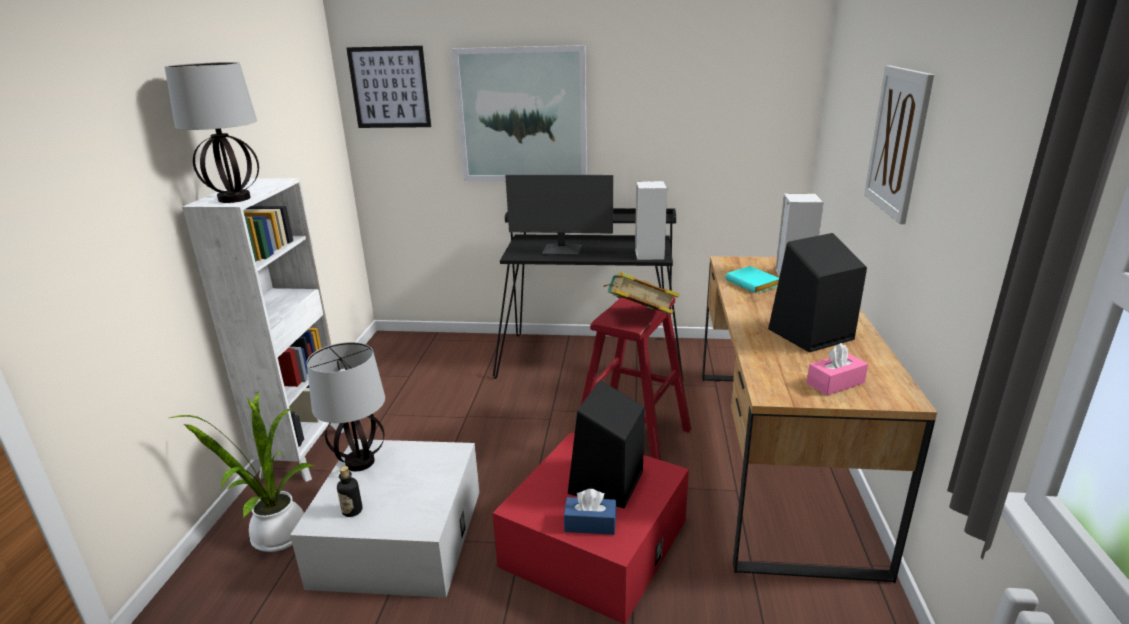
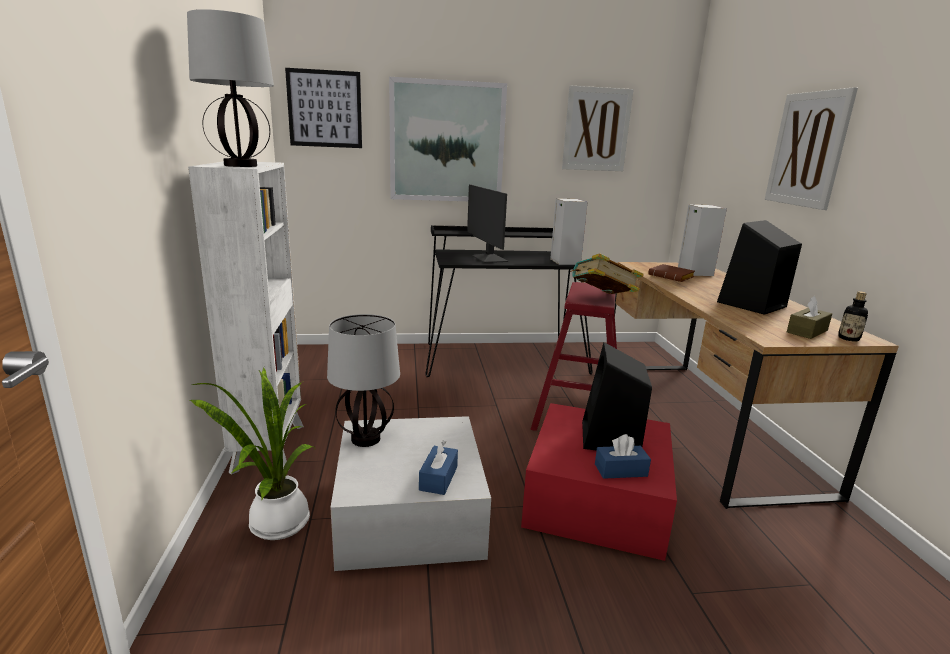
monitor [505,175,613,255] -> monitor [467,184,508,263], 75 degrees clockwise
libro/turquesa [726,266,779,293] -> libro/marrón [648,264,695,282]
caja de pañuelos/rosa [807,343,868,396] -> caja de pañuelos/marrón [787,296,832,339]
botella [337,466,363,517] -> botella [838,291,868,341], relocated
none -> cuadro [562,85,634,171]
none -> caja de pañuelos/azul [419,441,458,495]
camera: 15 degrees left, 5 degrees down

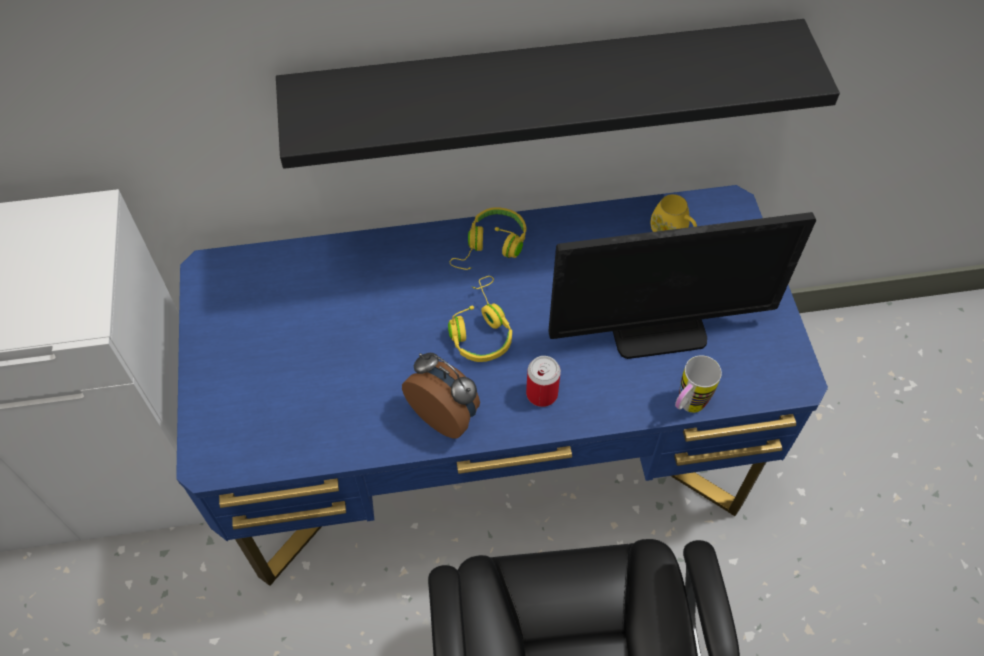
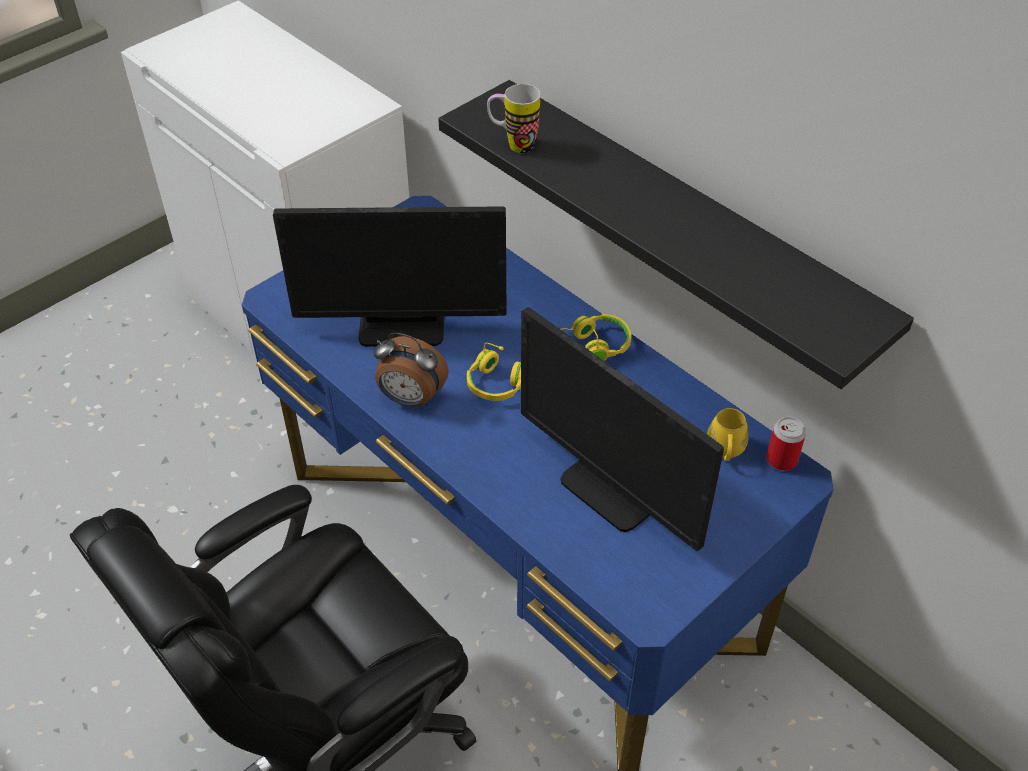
despertador [402,353,480,438] -> despertador [374,332,449,407], 105 degrees clockwise
taza grande [675,355,722,413] -> taza grande [487,84,540,153], relocated
lata [526,356,561,407] -> lata [767,416,806,471], relocated
none -> monitor [273,206,507,347]
camera: 55 degrees right, 10 degrees down

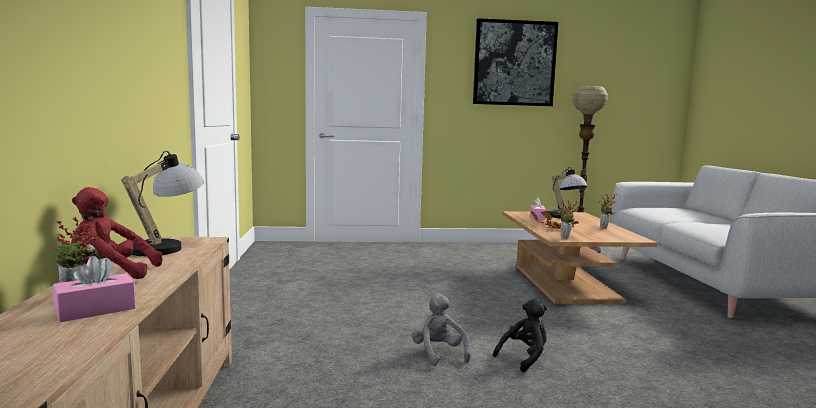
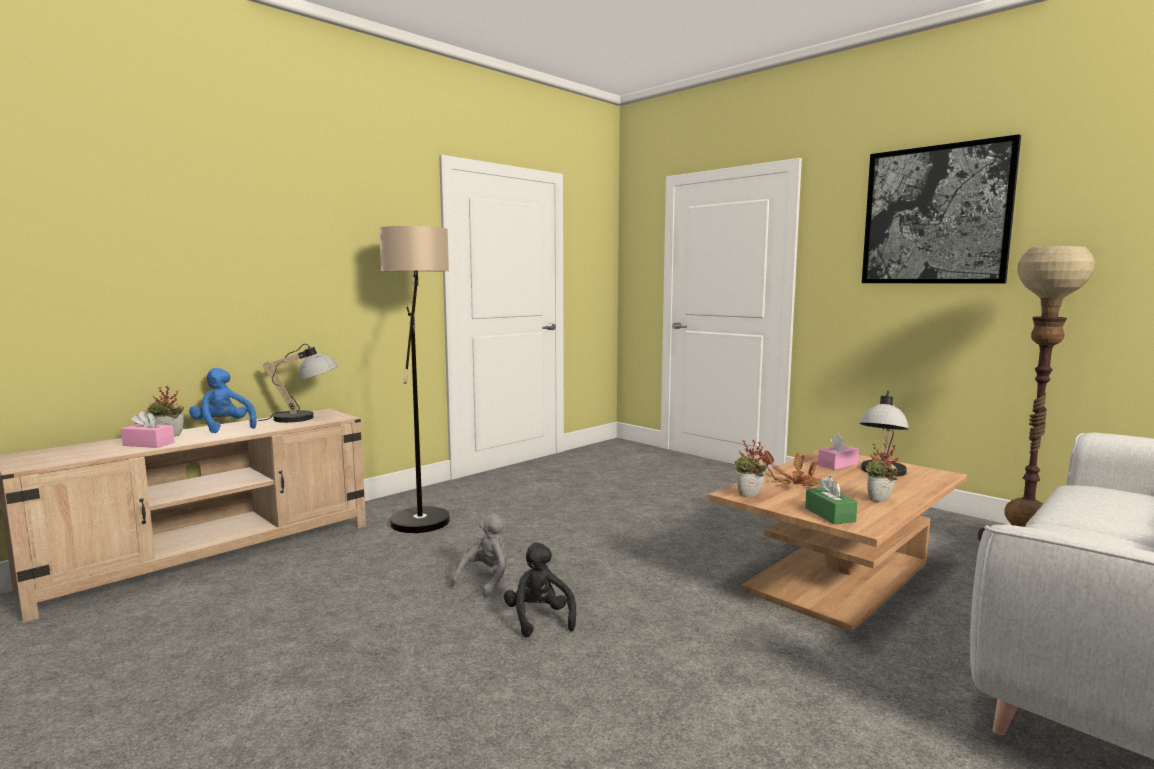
peluche/rojo [71,187,163,279] -> peluche/azul [189,368,257,433]
peluche/negro [493,299,547,372] -> peluche/negro [504,542,576,637], 120 degrees counterclockwise
none -> lámpara de pie [379,226,450,533]
none -> caja de pañuelos/verde [805,476,857,524]
camera: 50 degrees right, 0 degrees up

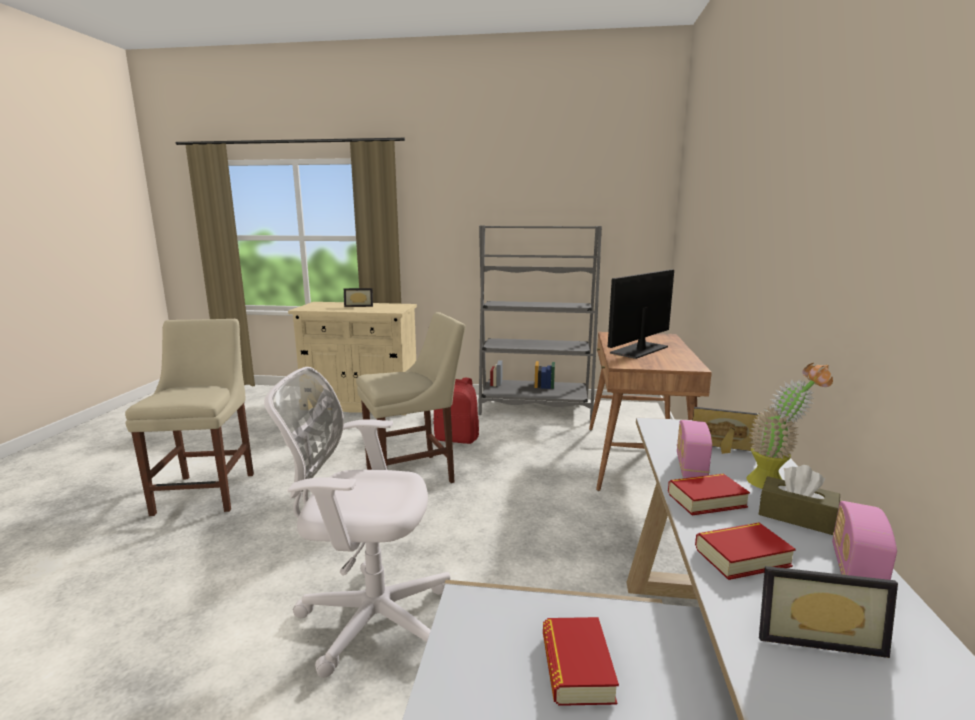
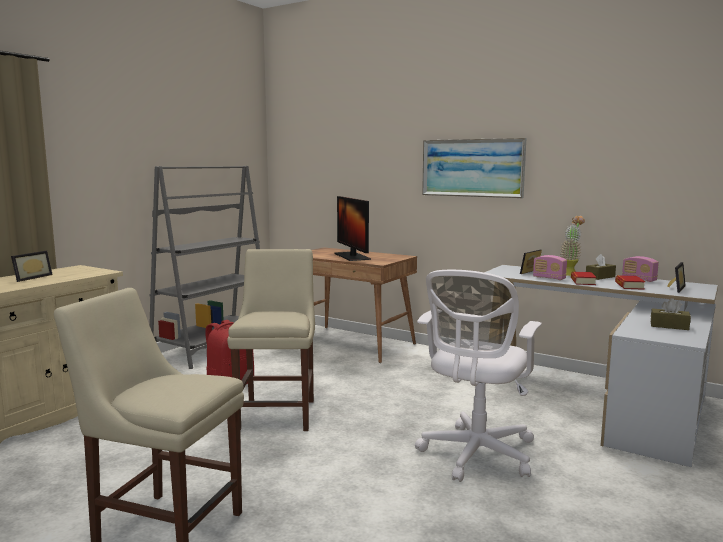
libro [543,617,619,706] -> caja de pañuelos/marrón [651,298,691,330]
none -> cuadro [422,138,526,198]
camera: 65 degrees left, 5 degrees down

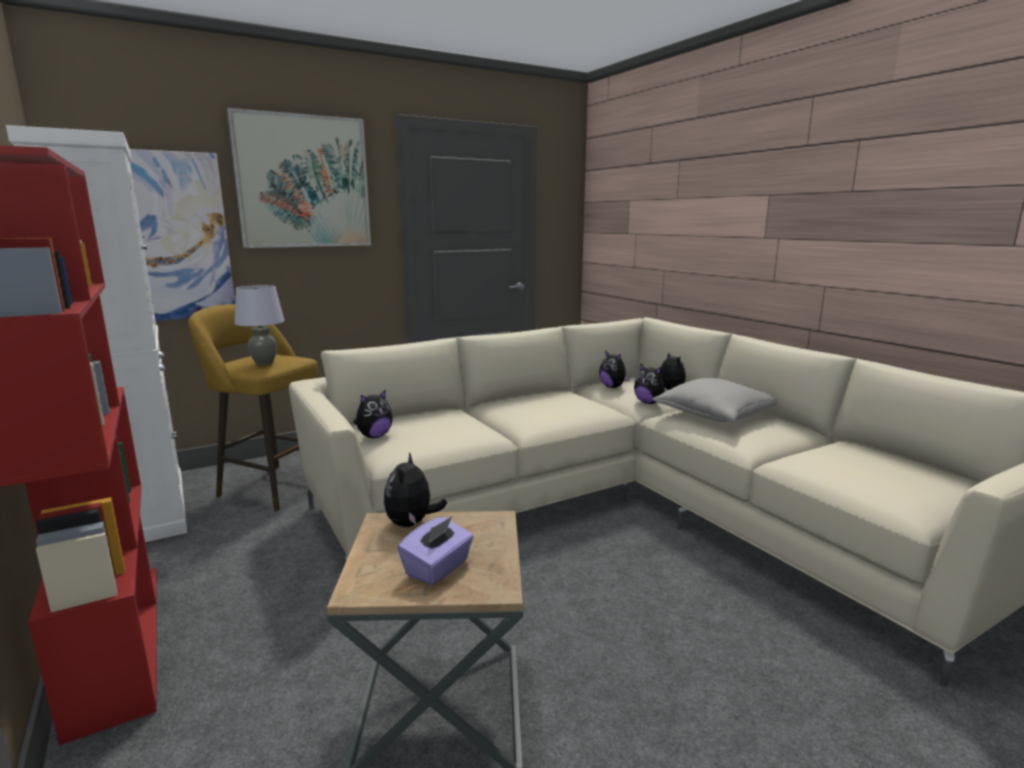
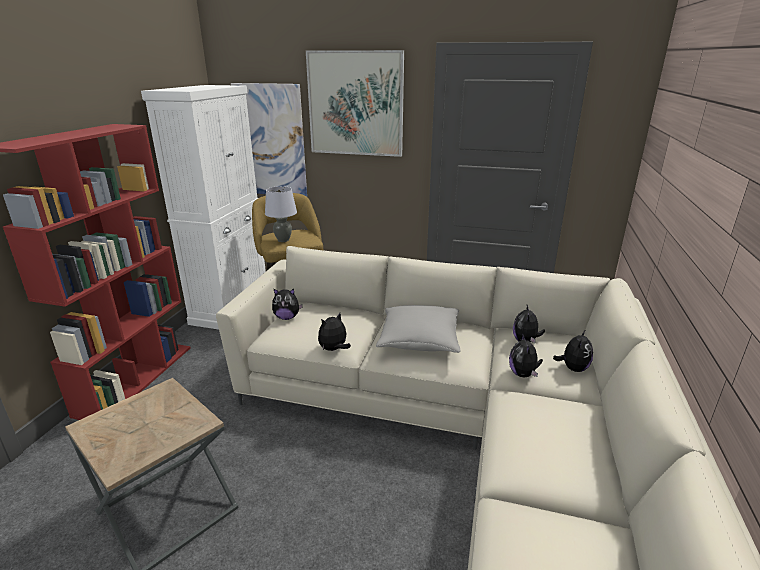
cojín/gris [652,378,778,422] -> cojín/gris [376,305,460,353], relocated
peluche [384,452,447,527] -> peluche [318,313,351,351], relocated
caja de pañuelos/morado [398,517,474,585] -> none
camera: 45 degrees right, 10 degrees up

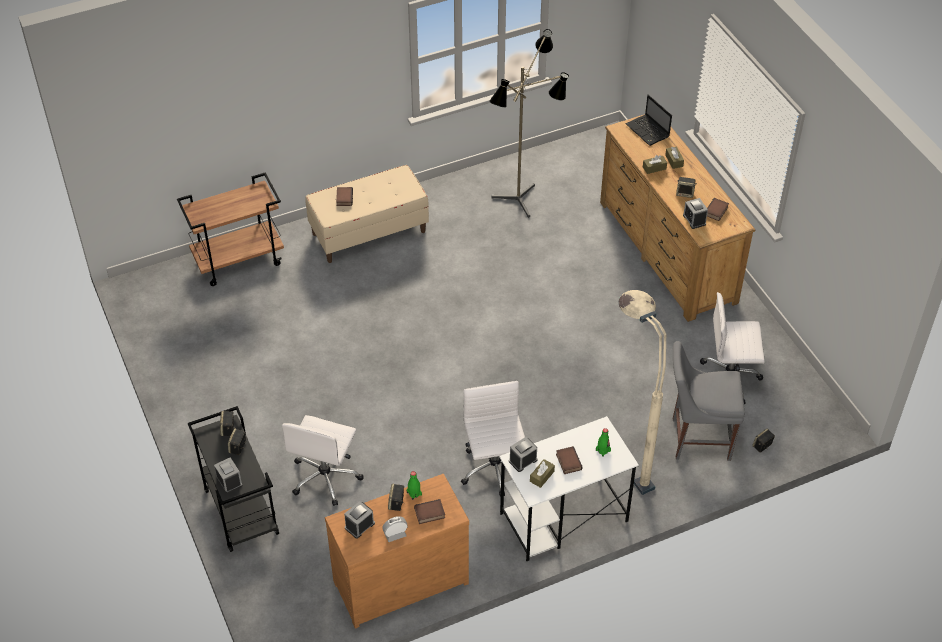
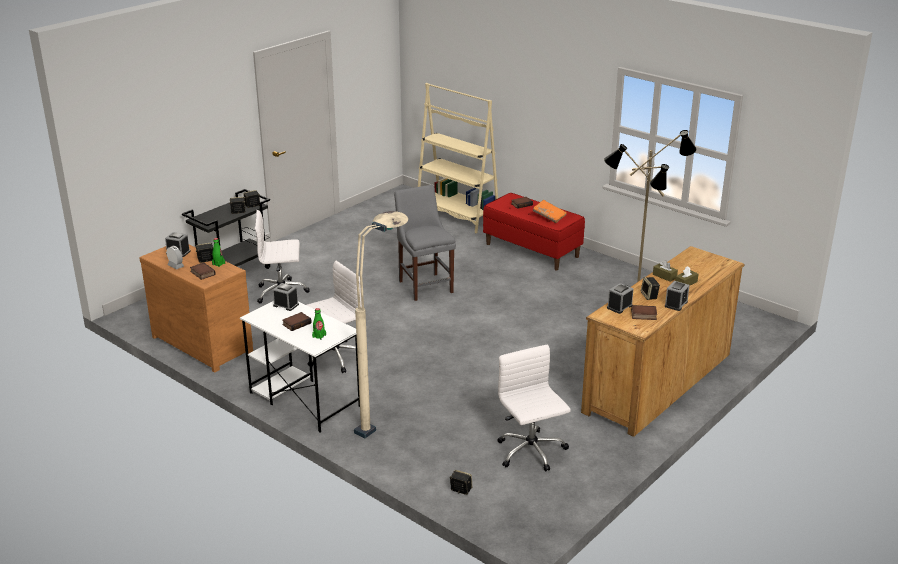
portátil [625,95,672,146] -> none
banco/beis [305,165,429,263] -> banco/rojo [483,193,585,270]
carrito/marrón [177,172,284,286] -> estantería/beis [418,83,498,233]
silla/gris [673,341,745,461] -> silla/gris [394,185,456,301], relocated
despertador [214,458,242,493] -> despertador [665,281,690,311], relocated
caja de pañuelos/marrón [530,459,555,488] -> none
none -> libro/naranja [533,200,567,223]
camera: 65 degrees right, 20 degrees down

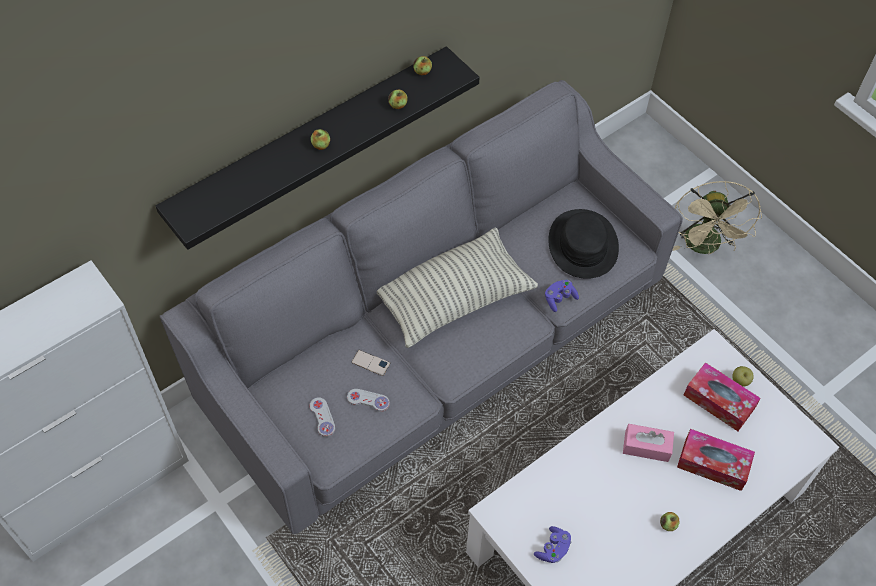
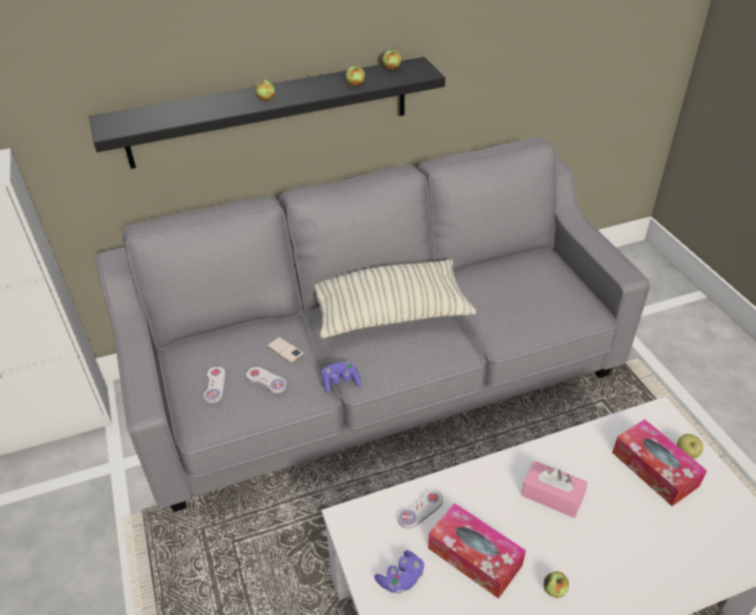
ventilador/beis [673,181,762,255] -> none
sombrero/negro [548,209,619,279] -> none
mando de consola/morado [545,280,579,312] -> mando de consola/morado [322,362,361,394], relocated
caja de pañuelos [677,429,755,491] -> caja de pañuelos [428,503,526,599], relocated
none -> mando de consola/blanco [398,489,443,529]
camera: 20 degrees right, 15 degrees down

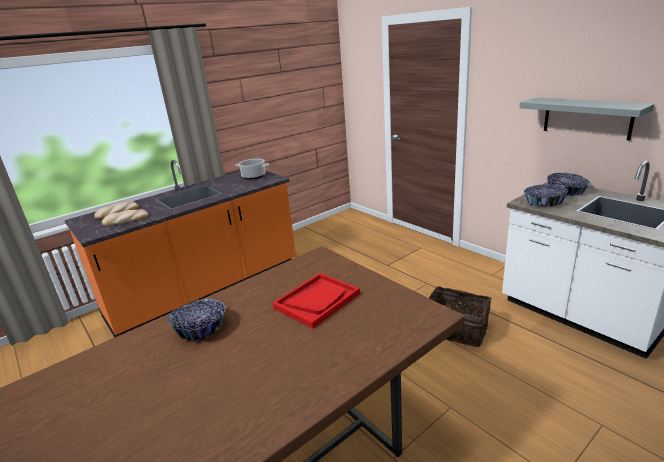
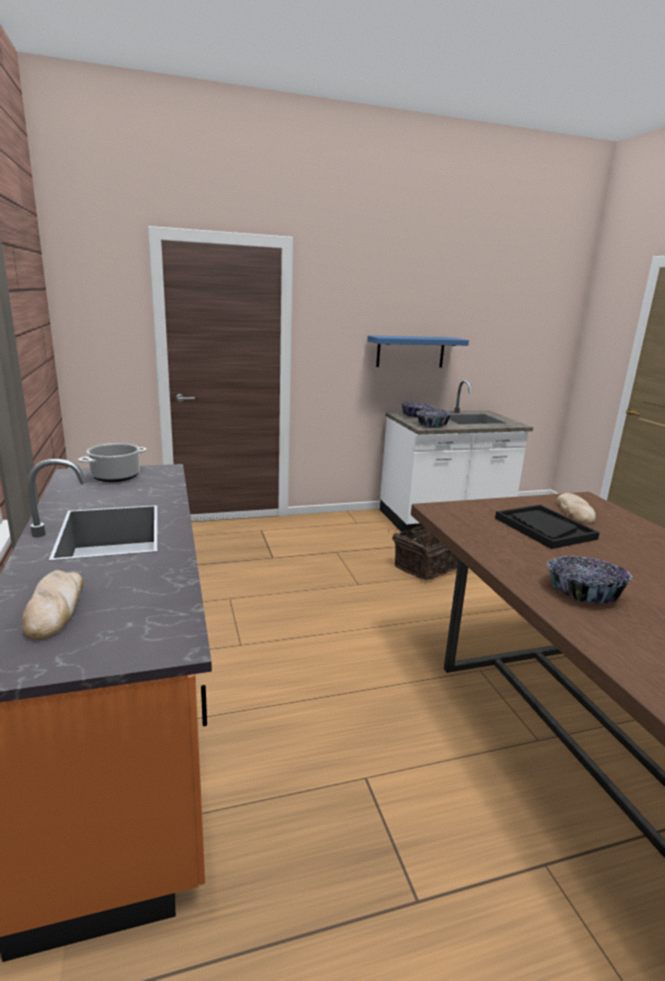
estante/gris [520,97,654,140] -> estante/azul [367,335,469,367]
pan [102,209,148,226] -> pan [556,493,596,524], relocated
bandeja/rojo [272,273,360,329] -> bandeja/negro [495,505,600,549]
camera: 70 degrees left, 5 degrees down

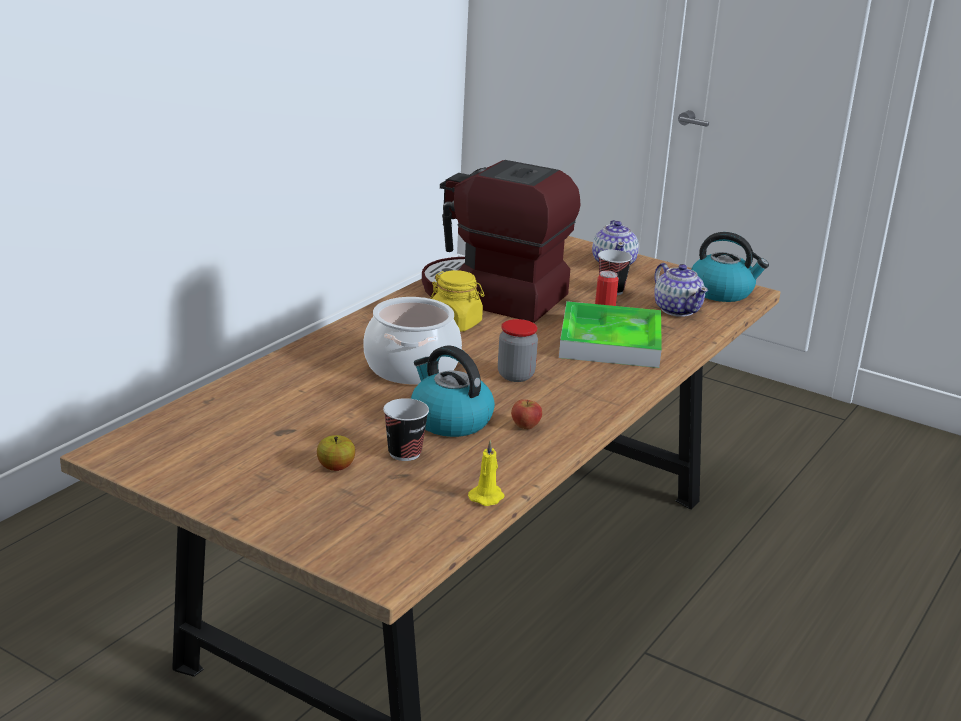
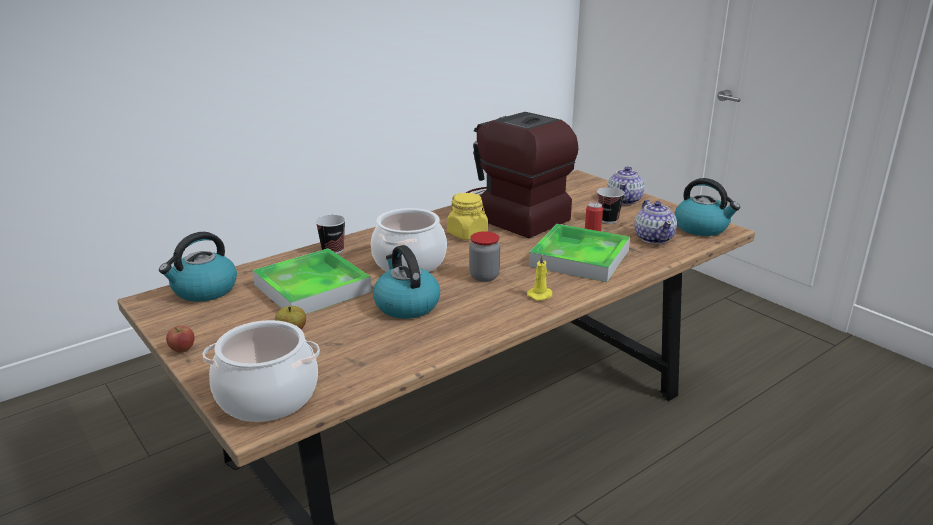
taza [383,398,429,461] -> taza [315,215,346,254], relocated
manzana [511,399,542,429] -> manzana [166,326,195,353], relocated
vela/amarillo [468,440,505,506] -> vela/amarillo [527,254,553,301], relocated
none -> hervidor [159,232,237,302]
none -> bandeja [253,248,372,314]
none -> olla [203,320,320,422]
camera: 20 degrees right, 0 degrees up

